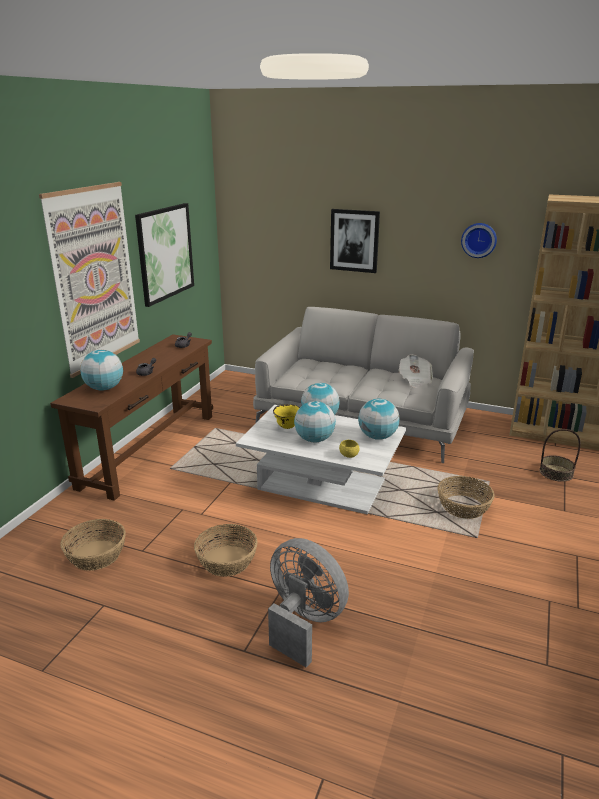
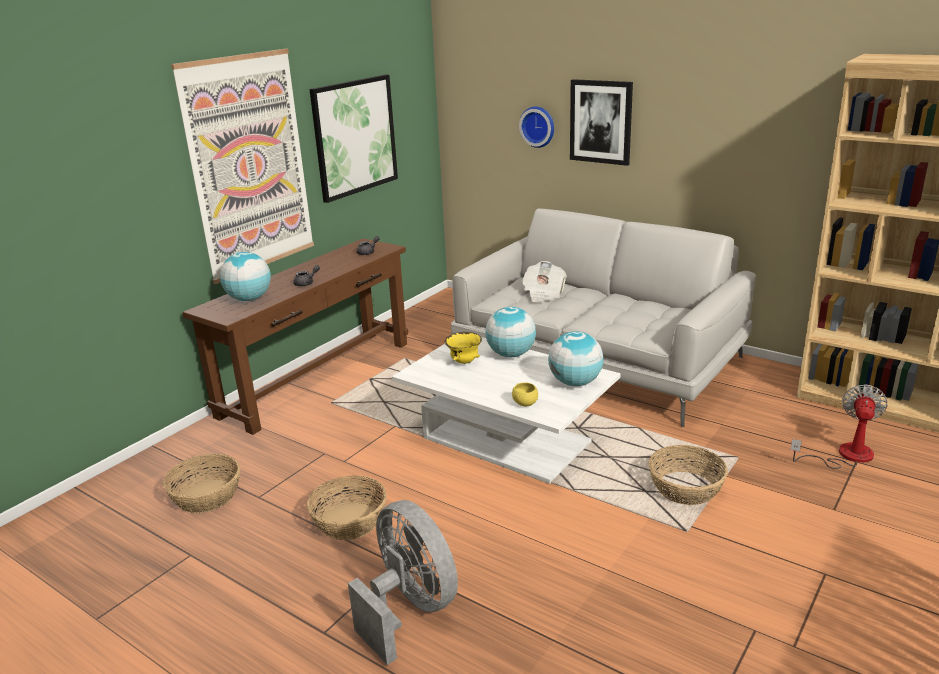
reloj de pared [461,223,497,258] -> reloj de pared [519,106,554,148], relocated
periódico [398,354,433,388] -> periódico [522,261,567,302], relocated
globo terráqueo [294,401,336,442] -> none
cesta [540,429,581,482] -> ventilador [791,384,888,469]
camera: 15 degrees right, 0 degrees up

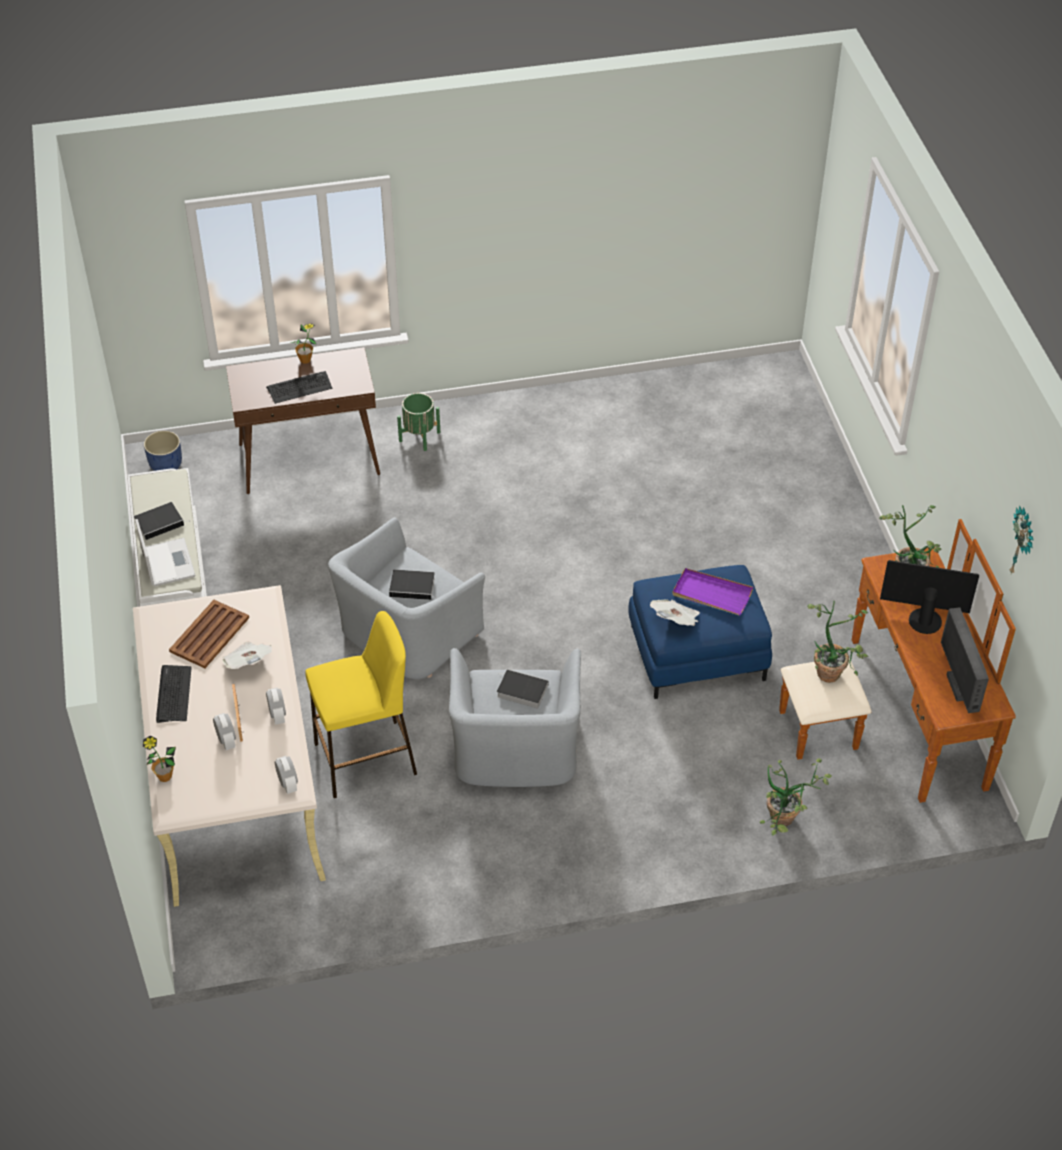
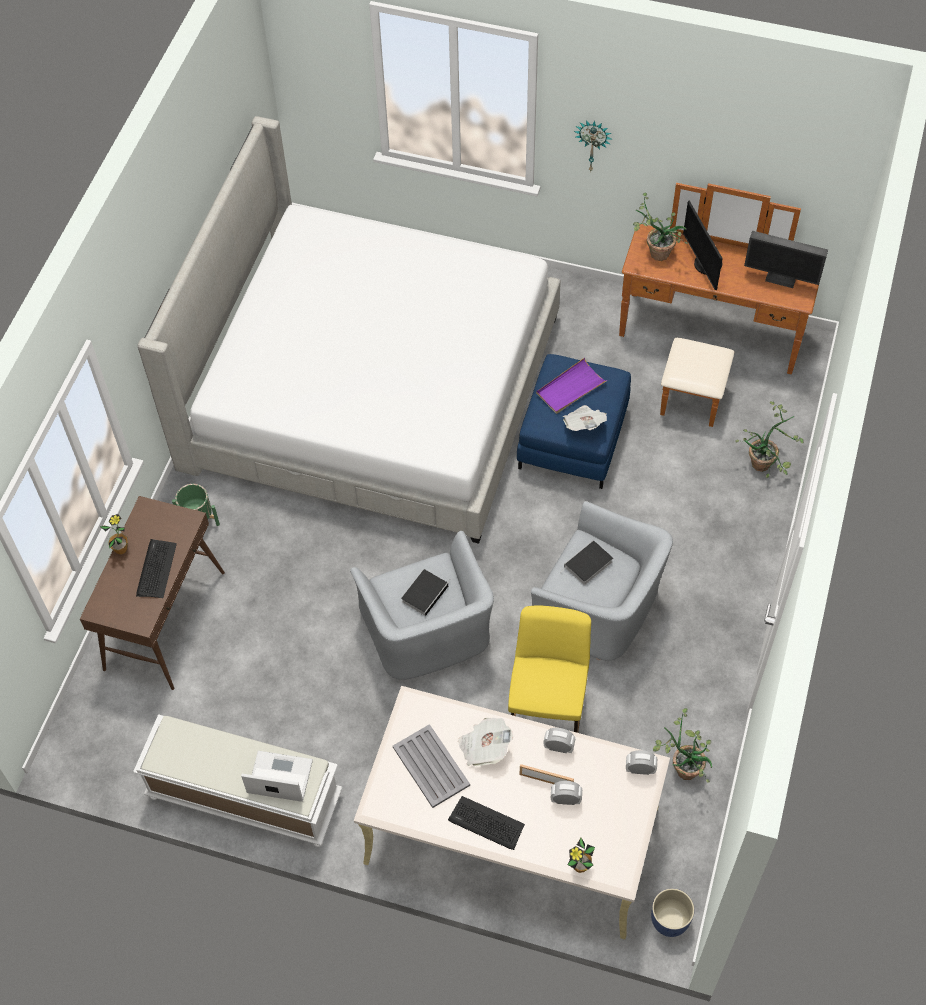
maceta/azul [144,431,182,471] -> maceta/azul [651,888,694,937], relocated
libro [134,502,191,540] -> none
reloj de pared [1009,506,1034,574] -> reloj de pared [574,120,612,172], relocated
monitor [880,560,979,634] -> monitor [683,200,723,290], 60 degrees counterclockwise
bandeja/marrón [169,600,249,668] -> bandeja/gris [393,724,470,808]
planta en maceta [807,601,868,683] -> planta en maceta [653,708,712,783], relocated
none -> cama [137,116,561,544]
camera: 60 degrees left, 10 degrees up

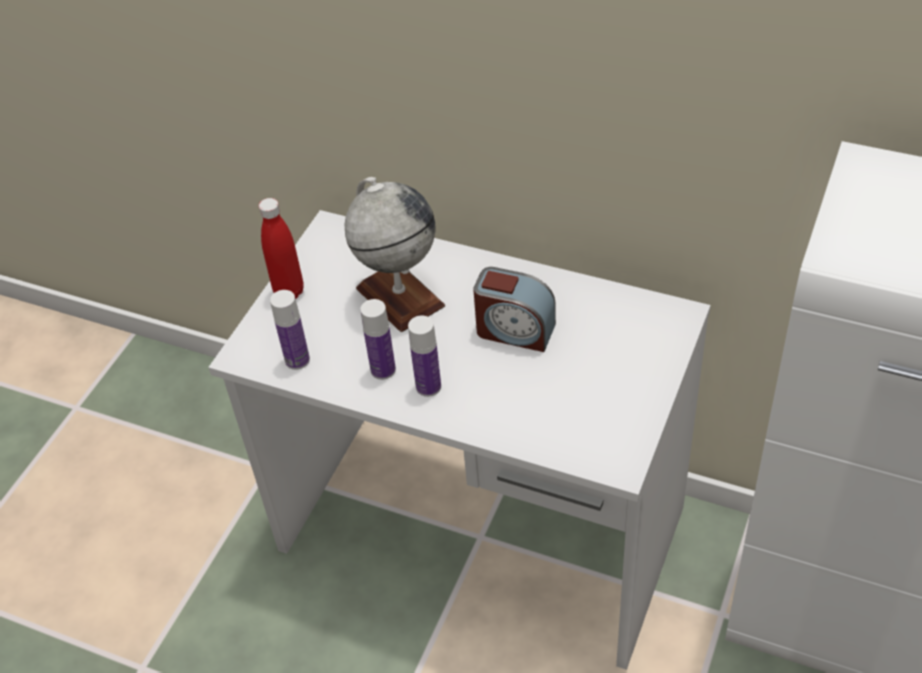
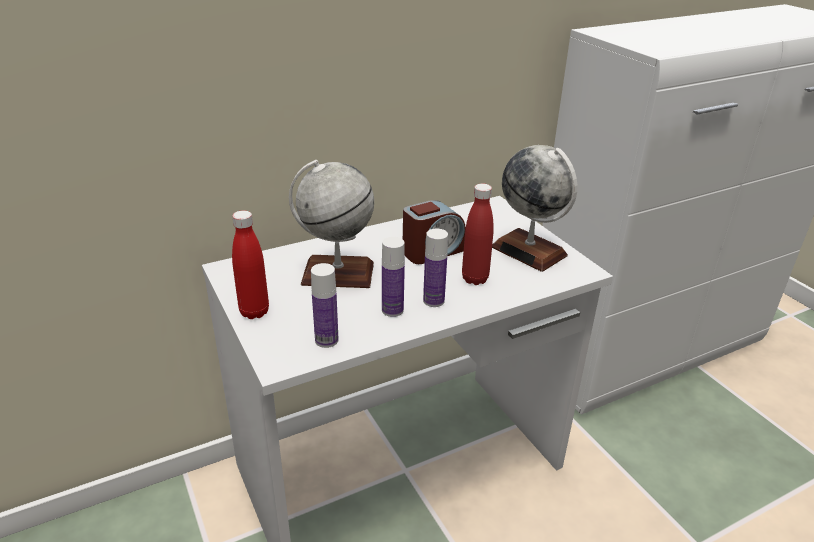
none -> globo terráqueo [492,145,577,272]
none -> botella/rojo [462,183,494,285]
camera: 55 degrees left, 15 degrees down

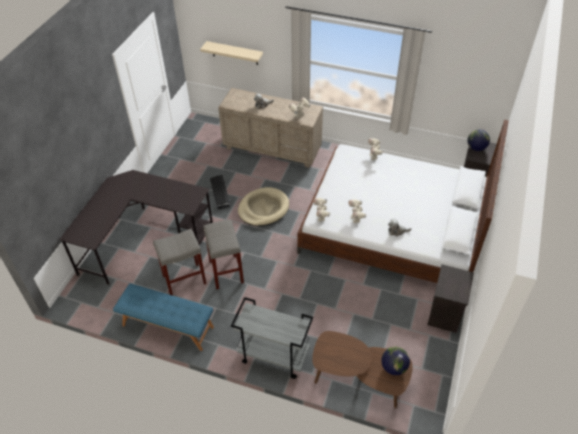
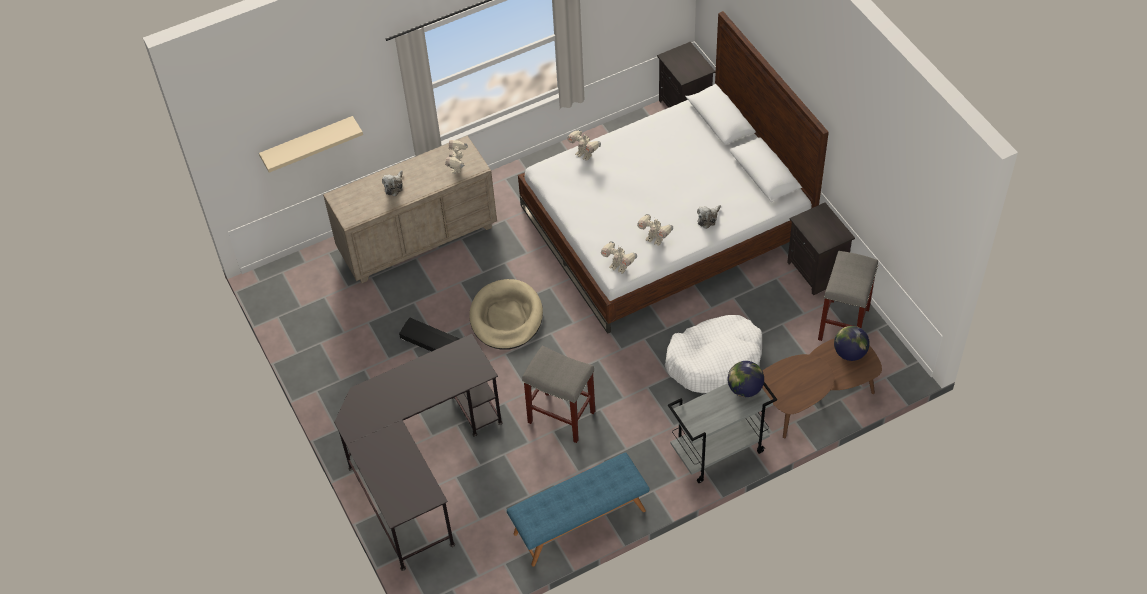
globo terráqueo [467,129,490,151] -> globo terráqueo [728,361,764,397], relocated
taburete/gris [153,229,206,296] -> taburete/gris [818,251,878,341], relocated
none -> cama para perro/blanco [665,315,762,393]
camera: 45 degrees left, 5 degrees up

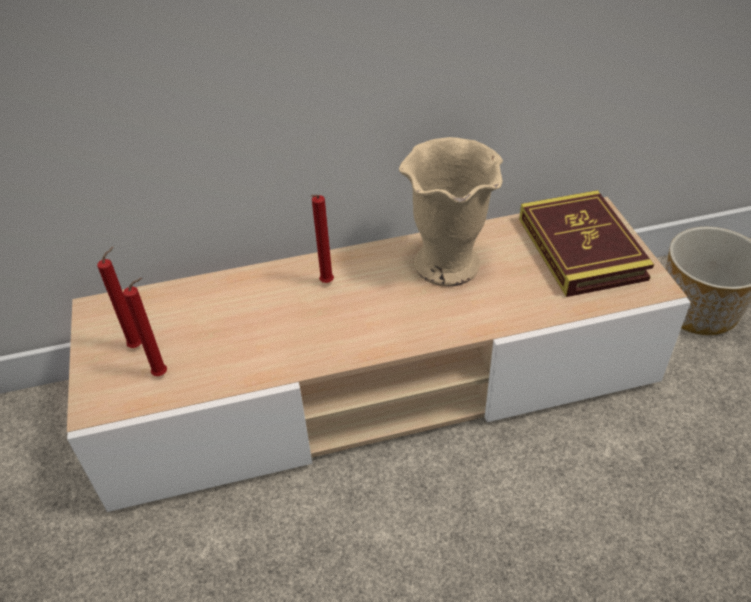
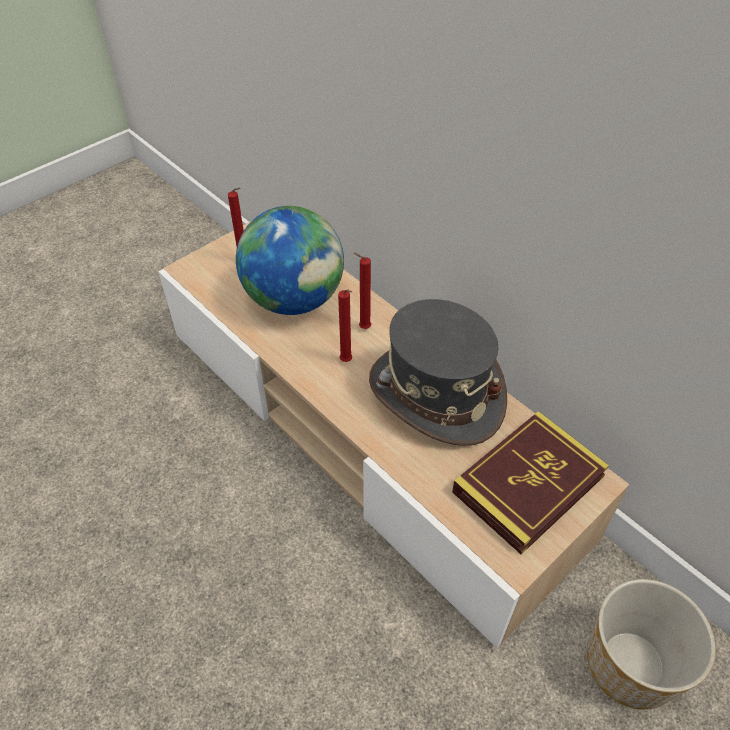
florero/beis [399,137,503,286] -> sombrero/gris [369,299,507,446]
vela/rojo [123,278,167,376] -> vela/rojo [338,290,352,362], relocated
none -> globo terráqueo [236,206,344,315]
camera: 60 degrees right, 5 degrees up

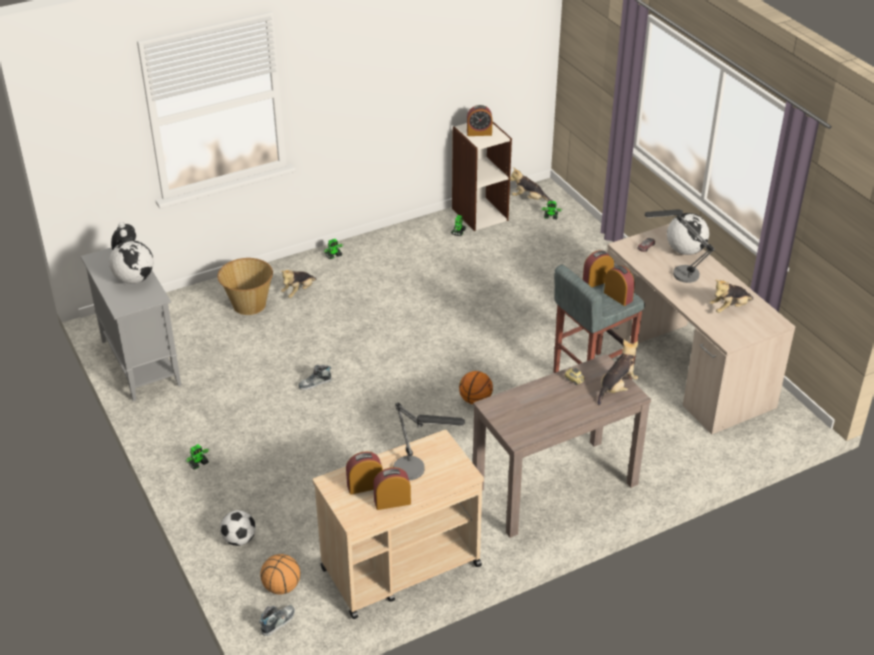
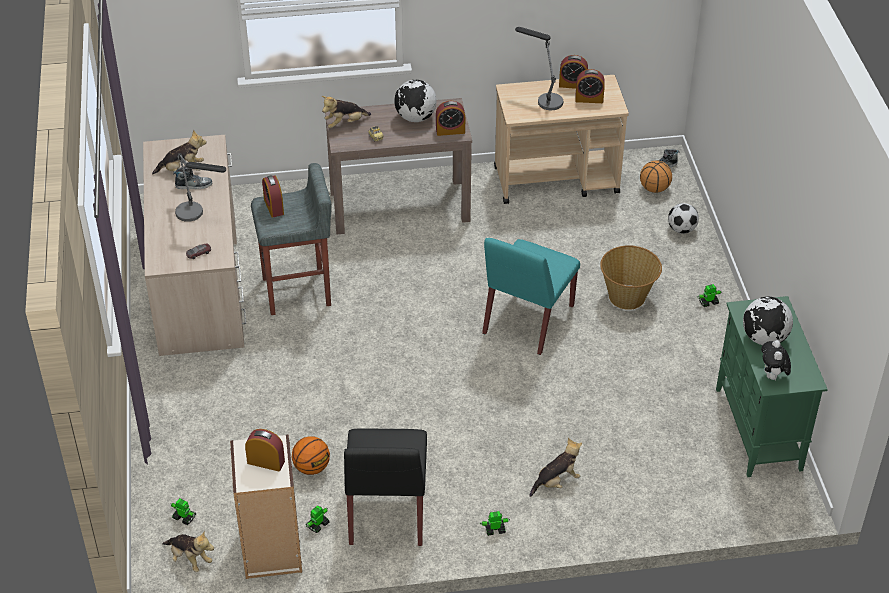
globo terráqueo [667,213,709,255] -> globo terráqueo [394,80,437,122], relocated
armario/gris [81,247,181,401] -> armario/verde [716,296,828,477]
despertador [583,250,614,287] -> despertador [436,101,465,136], relocated
cesta [217,258,273,315] -> cesta [600,245,662,310], relocated
zapato [299,365,332,390] -> zapato [173,166,212,189], relocated
balón de baloncesto [459,371,493,404] -> balón de baloncesto [291,436,330,475], relocated
none -> silla/turquesa [482,238,580,355]
none -> silla/negro [344,428,427,546]
camera: 160 degrees left, 5 degrees up

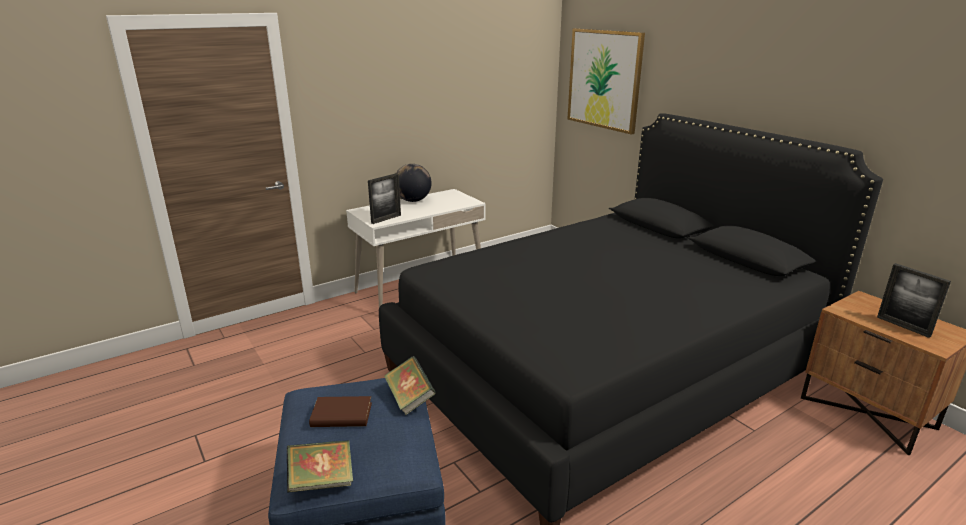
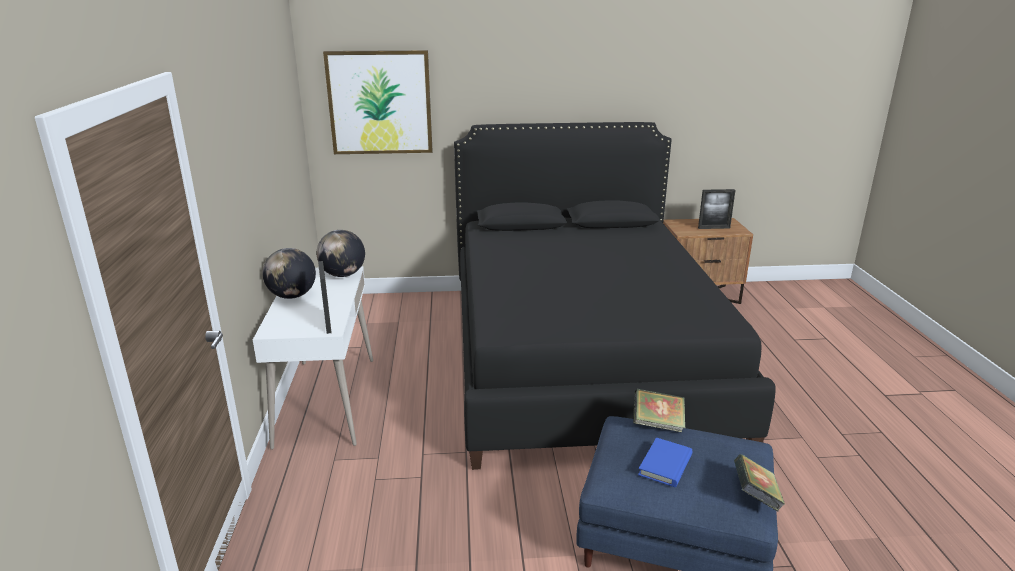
libro/marrón [309,396,372,427] -> libro/azul [638,438,692,487]
none -> globo terráqueo [317,230,365,277]
camera: 60 degrees left, 0 degrees up

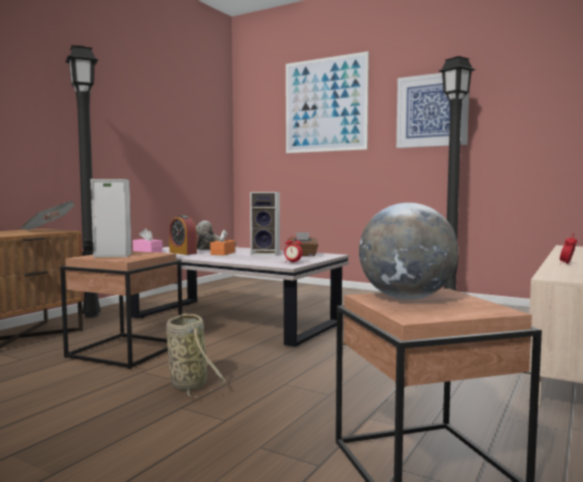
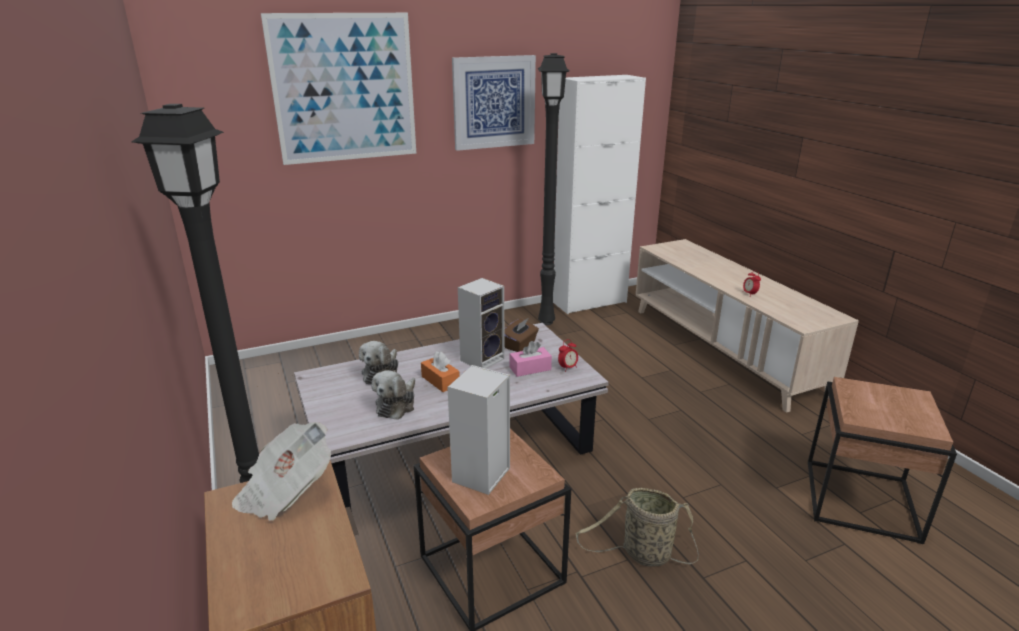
globo terráqueo [359,203,458,300] -> none
despertador [169,215,197,255] -> peluche [372,370,415,420]
caja de pañuelos/rosa [133,229,163,253] -> caja de pañuelos/rosa [510,341,552,377], relocated
none -> armario/blanco [553,75,646,314]
camera: 55 degrees left, 20 degrees up

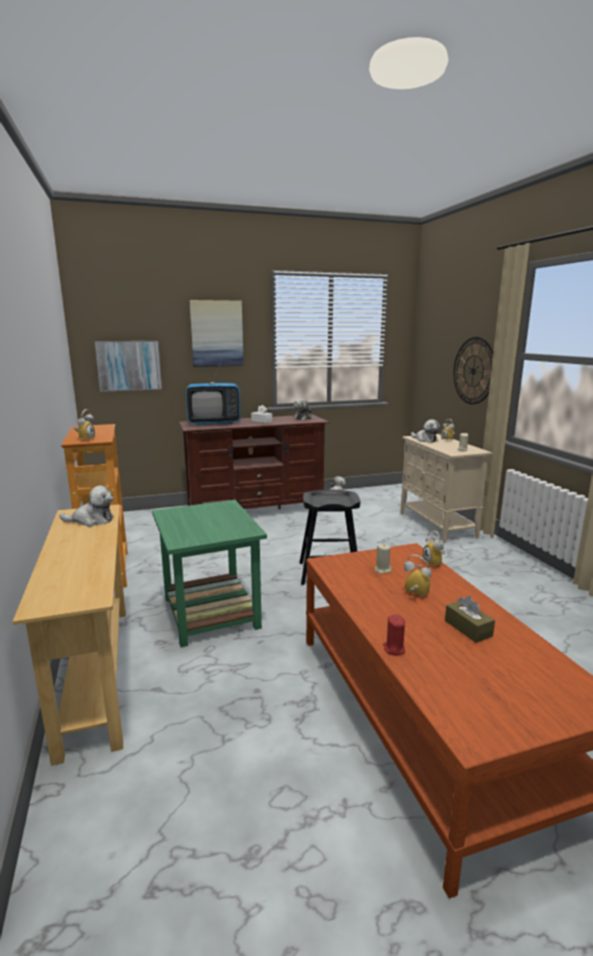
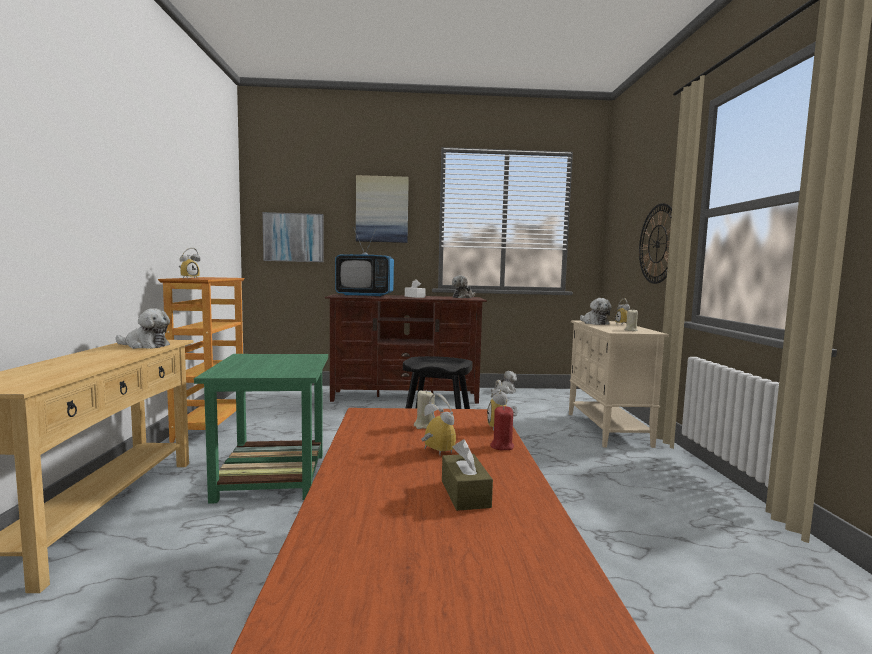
vela/rojo [383,614,405,656] -> vela/rojo [490,406,514,451], relocated
camera: 15 degrees right, 10 degrees down

